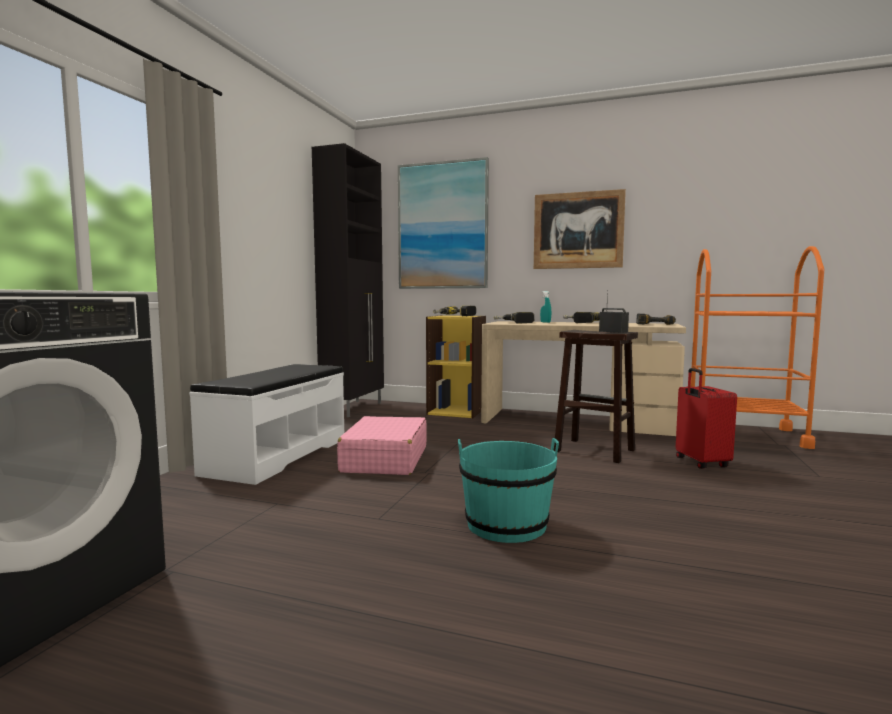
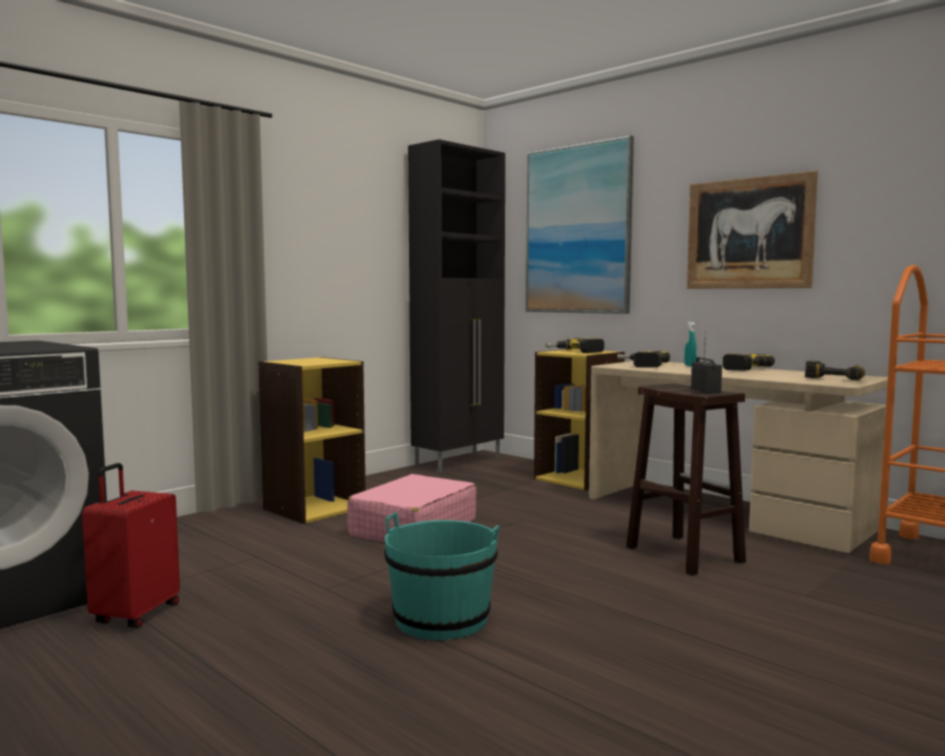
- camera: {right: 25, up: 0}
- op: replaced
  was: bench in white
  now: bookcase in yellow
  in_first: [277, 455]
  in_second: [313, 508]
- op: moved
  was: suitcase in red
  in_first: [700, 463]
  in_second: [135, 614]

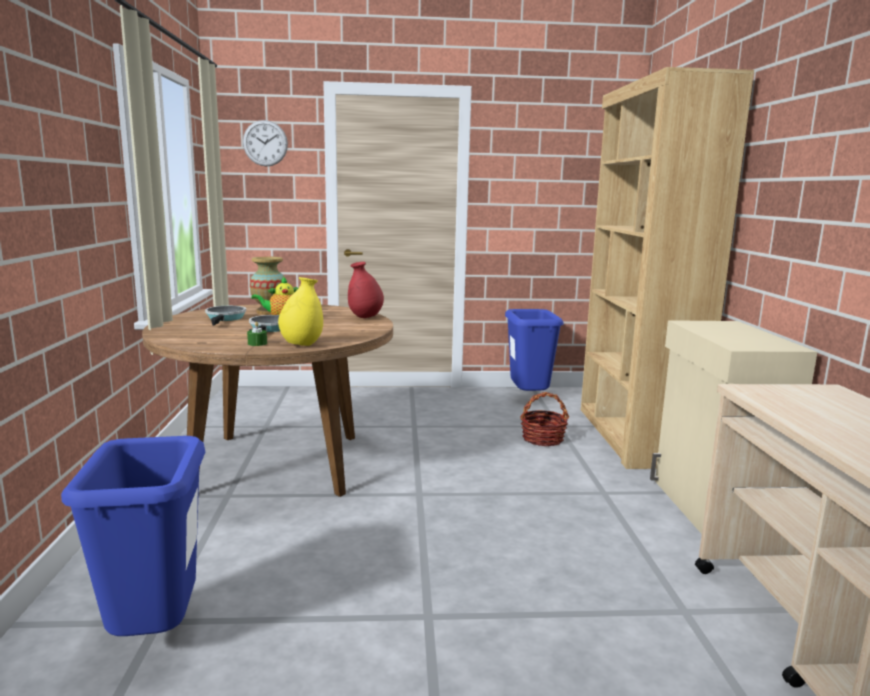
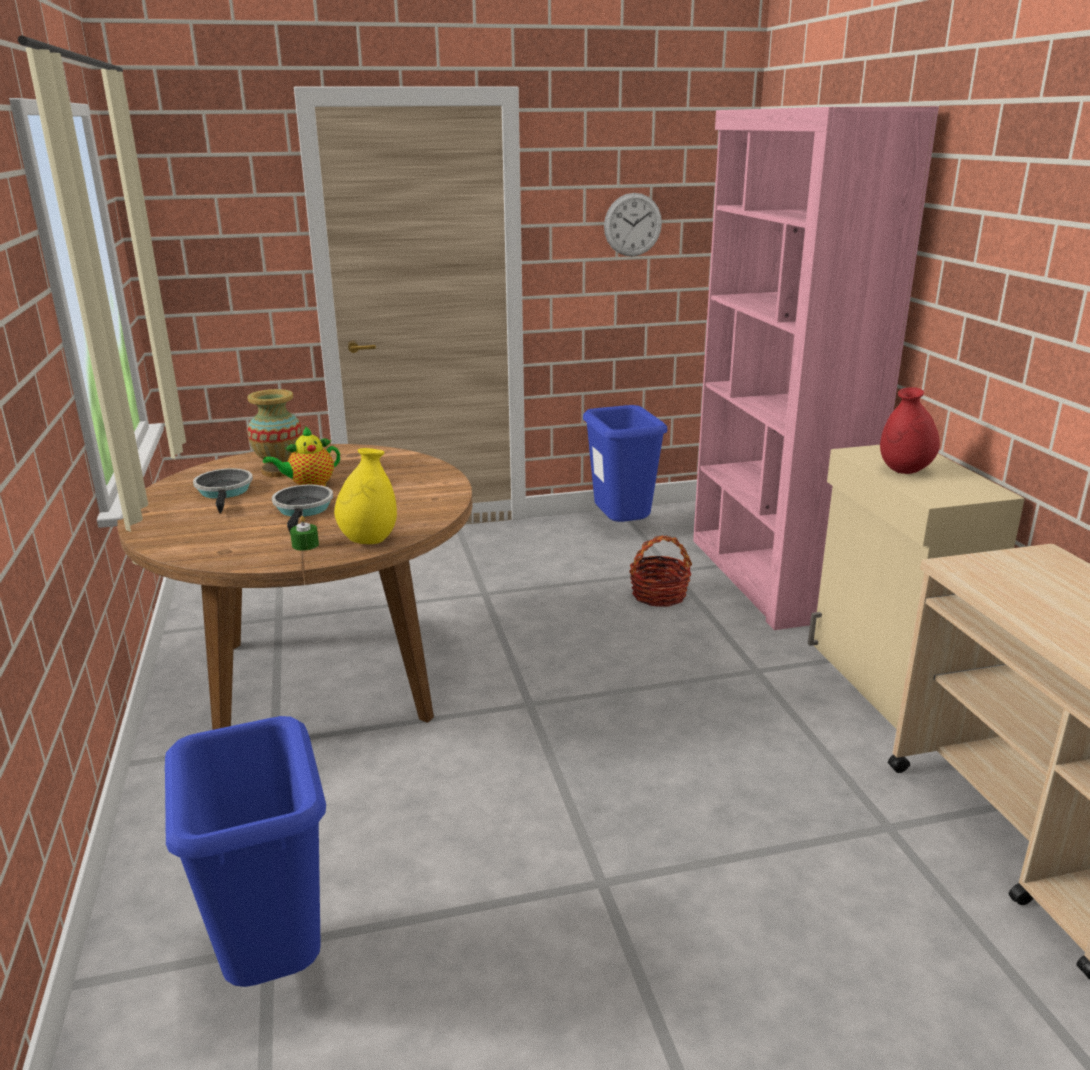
- camera: {right: -10, up: 10}
- op: moved
  was: wall clock
  in_first: [265, 143]
  in_second: [632, 224]
- op: moved
  was: vase in red
  in_first: [365, 317]
  in_second: [904, 471]
- op: recoloured
  was: bookcase in brown
  now: bookcase in pink
  in_first: [632, 436]
  in_second: [769, 577]

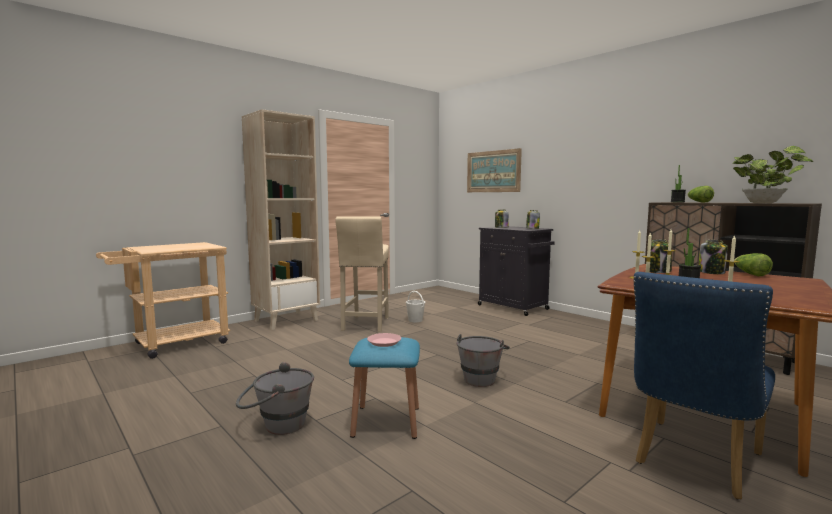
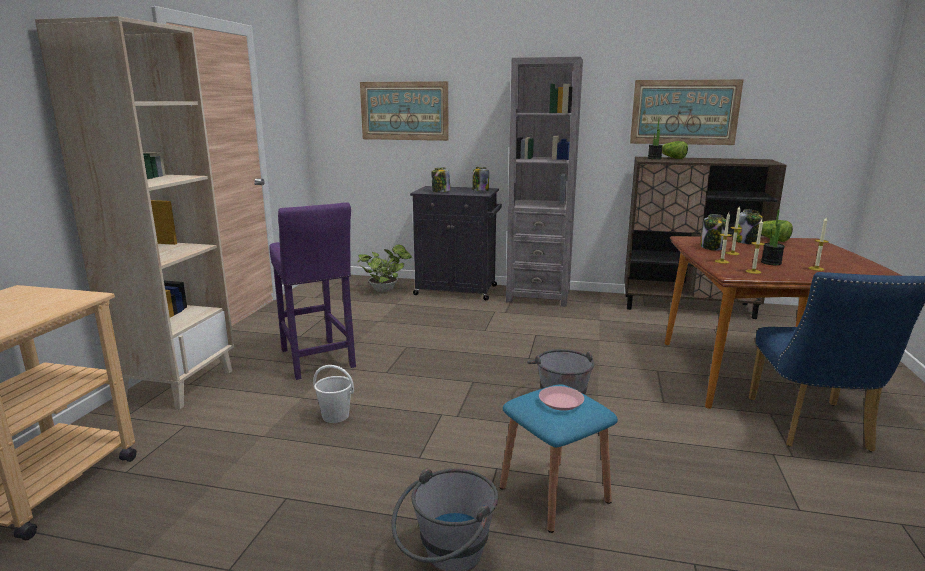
- camera: {right: -35, up: 10}
- op: recoloured
  was: stool in beige
  now: stool in purple
  in_first: [365, 325]
  in_second: [317, 361]
- op: moved
  was: bucket in white
  in_first: [415, 320]
  in_second: [336, 416]
- op: moved
  was: potted plant
  in_first: [766, 203]
  in_second: [385, 290]
- op: added
  now: bookcase in grey
  in_second: [538, 296]
- op: added
  now: picture
  in_second: [684, 112]

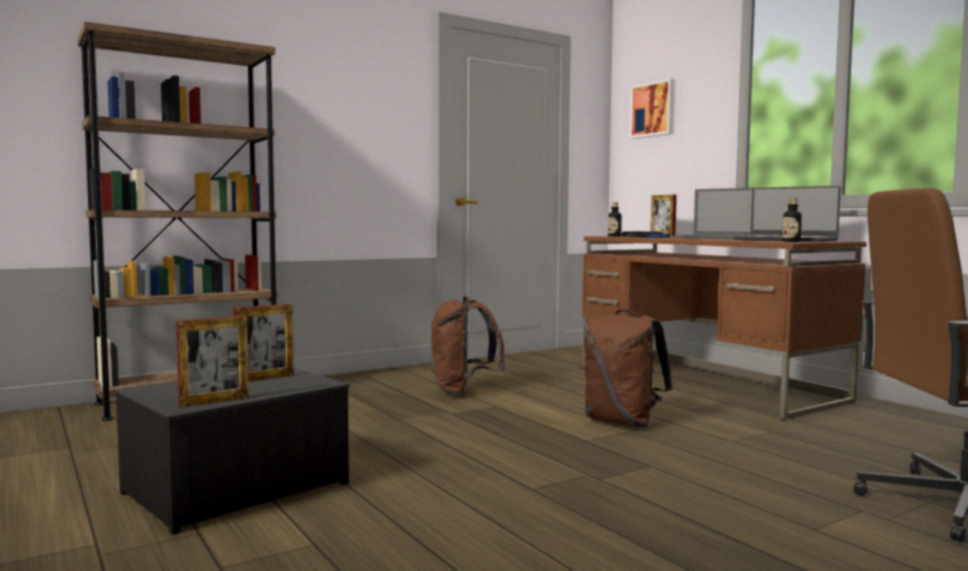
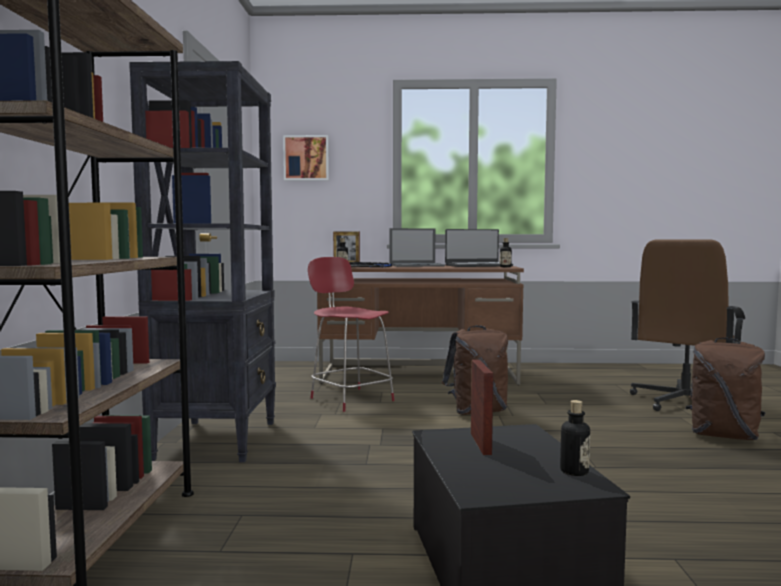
- camera: {right: -55, up: 0}
- op: replaced
  was: picture frame
  now: bottle
  in_first: [214, 401]
  in_second: [574, 471]
- op: moved
  was: backpack in brown
  in_first: [463, 392]
  in_second: [723, 435]
- op: added
  now: bookcase in black
  in_second: [217, 440]
- op: added
  now: chair in red
  in_second: [350, 399]

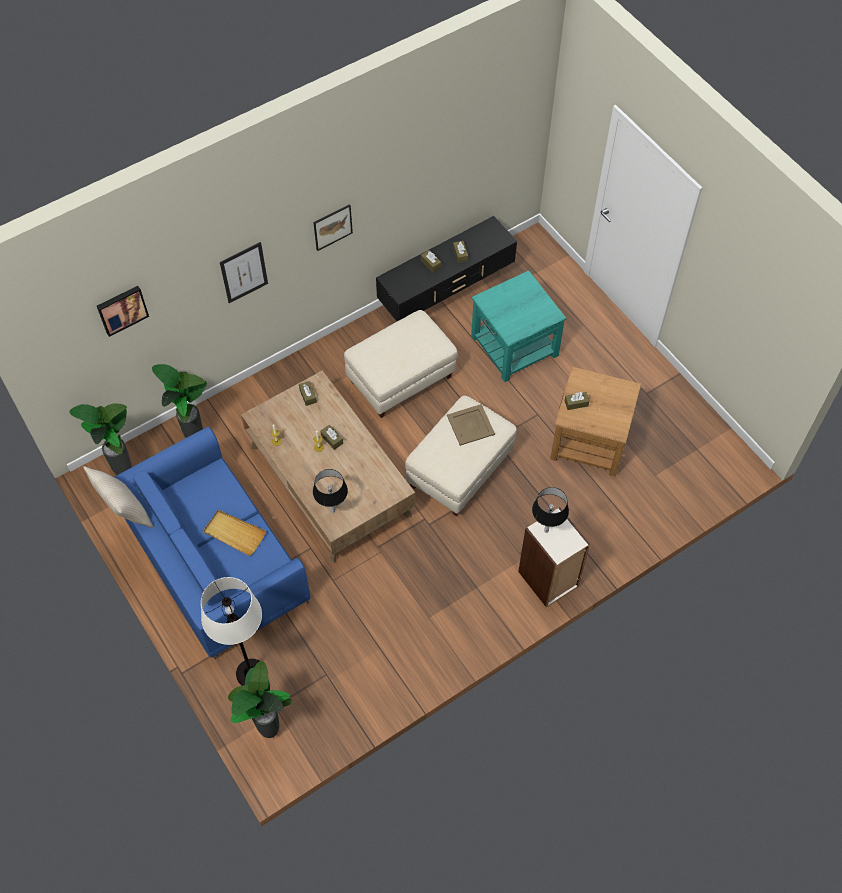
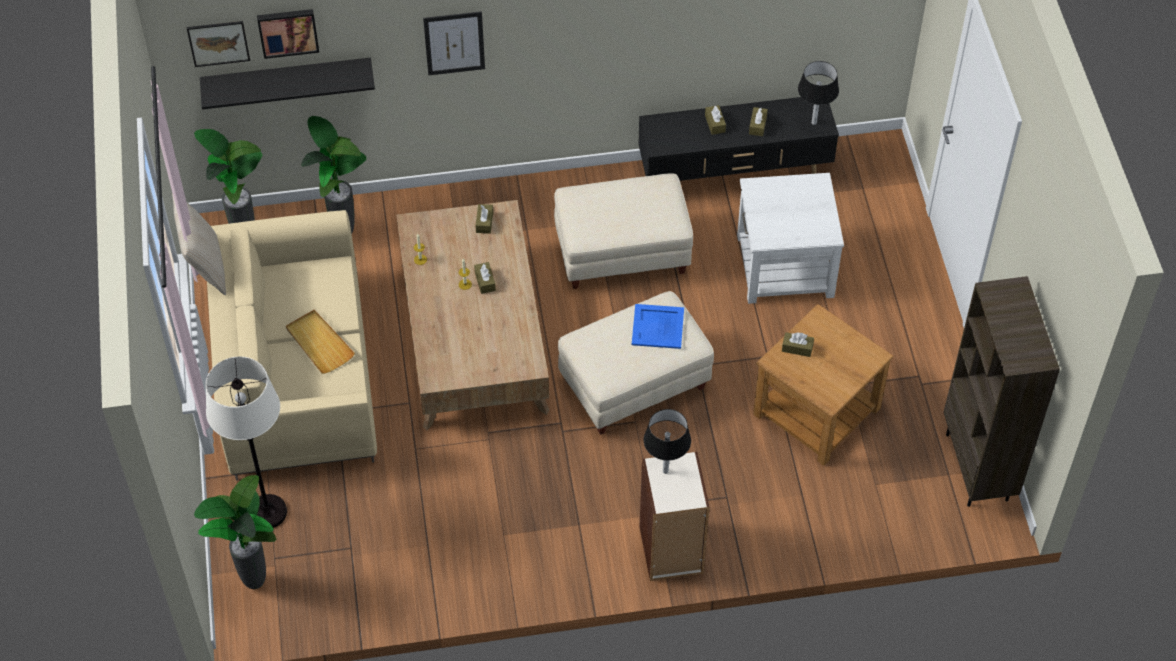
- camera: {right: 25, up: -5}
- op: recoloured
  was: sofa in blue
  now: sofa in beige
  in_first: [215, 560]
  in_second: [295, 373]
- op: moved
  was: picture
  in_first: [332, 227]
  in_second: [218, 43]
- op: moved
  was: table lamp in black
  in_first: [332, 511]
  in_second: [814, 123]
- op: recoloured
  was: tray in beige
  now: tray in blue
  in_first: [470, 424]
  in_second: [658, 326]
- op: recoloured
  was: side table in turquoise
  now: side table in white
  in_first: [514, 346]
  in_second: [784, 266]
- op: added
  now: shelf in black
  in_second: [287, 79]
- op: added
  now: bookcase in brown
  in_second: [978, 467]

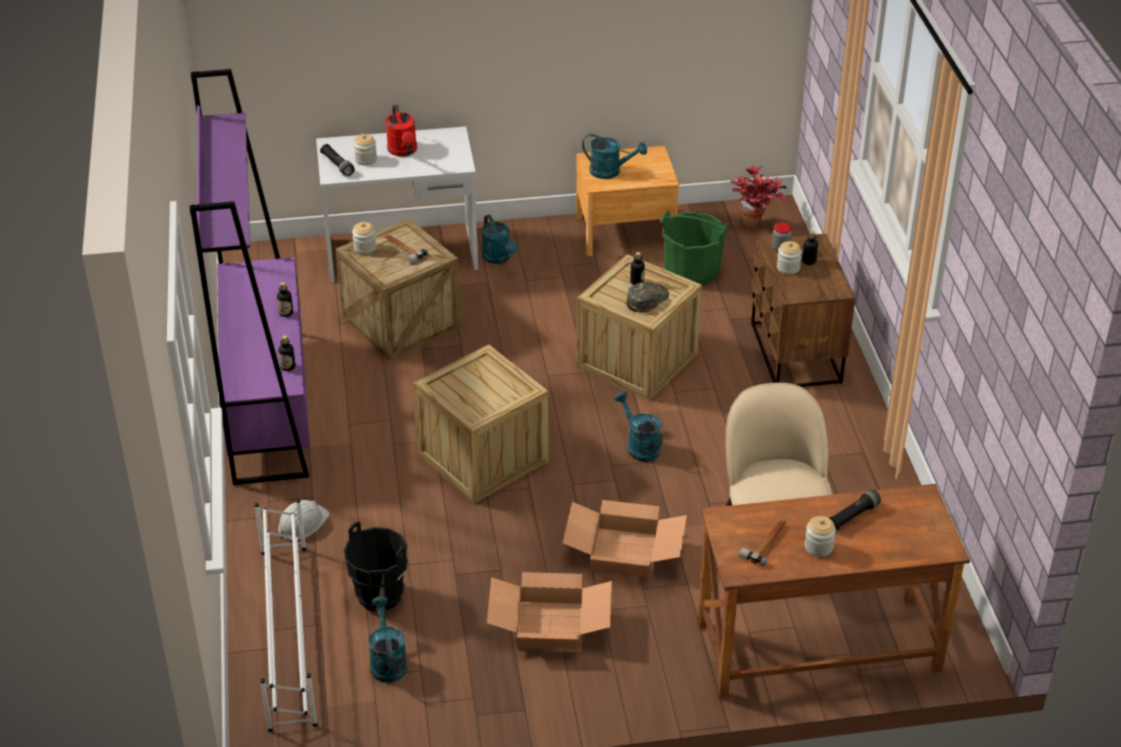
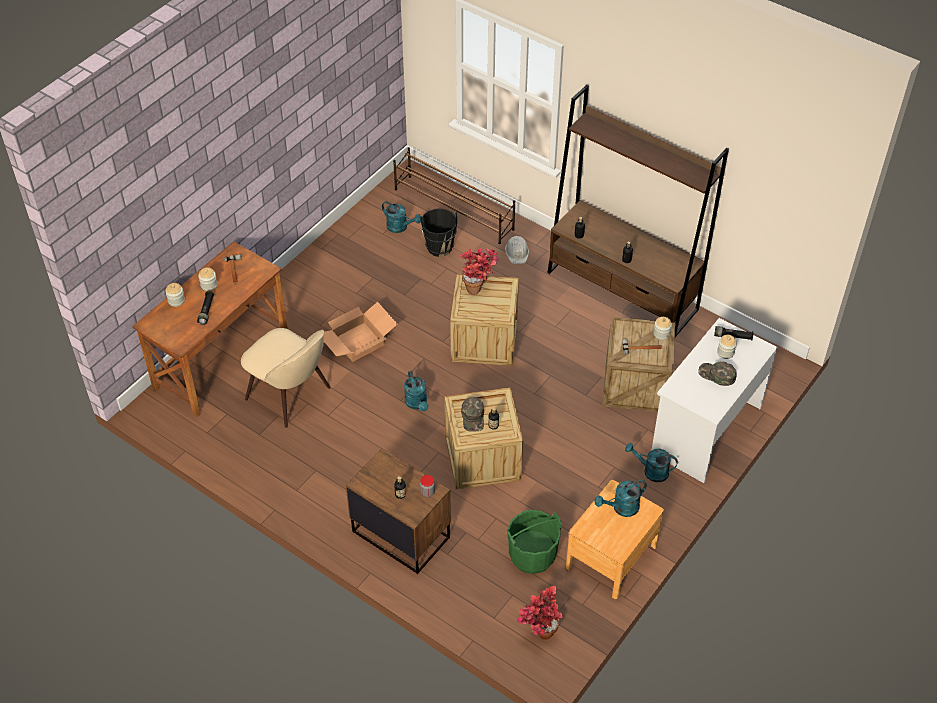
- camera: {right: 135, up: 10}
- op: recoloured
  was: bookcase in purple
  now: bookcase in brown
  in_first: [268, 404]
  in_second: [622, 291]
- op: recoloured
  was: shoe rack in white
  now: shoe rack in brown
  in_first: [288, 634]
  in_second: [454, 209]
- op: replaced
  was: watering can in red
  now: cap in green
  in_first: [403, 151]
  in_second: [717, 375]
- op: removed
  was: cardboard box
  in_first: [548, 626]
- op: turned
  was: watering can in turquoise
  in_first: [639, 446]
  in_second: [417, 404]
  clockwise: 60
- op: moved
  was: jar
  in_first: [788, 268]
  in_second: [176, 300]
- op: added
  now: potted plant
  in_second: [479, 289]

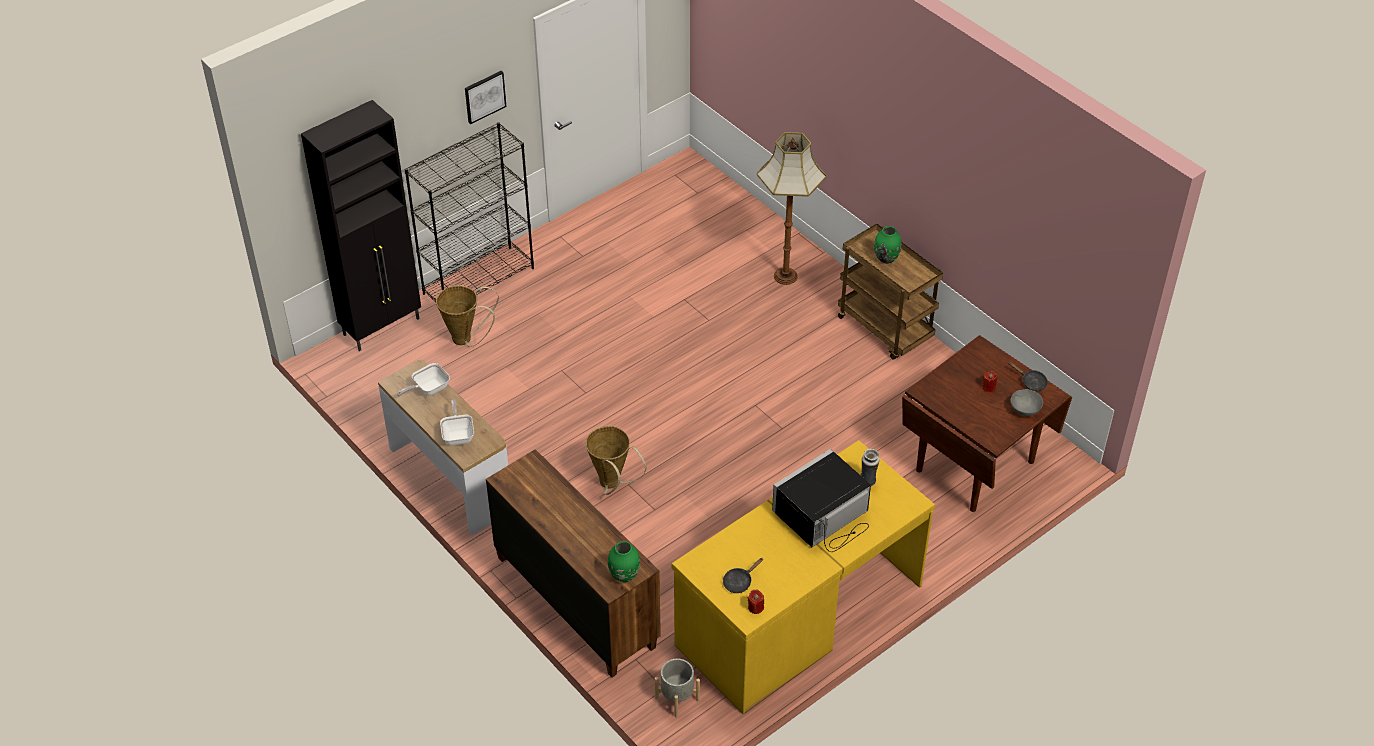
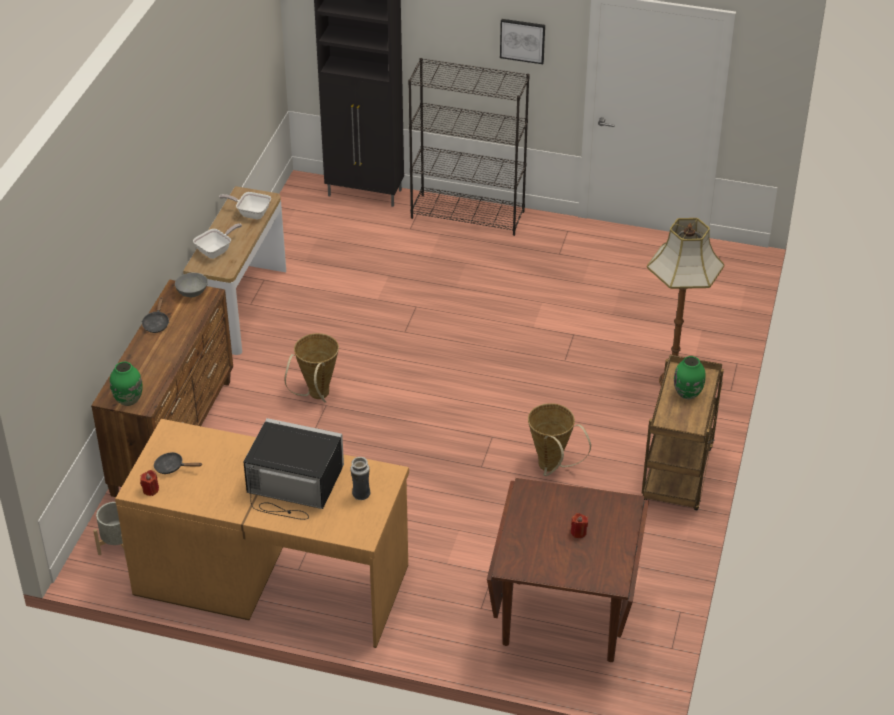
- camera: {right: 55, up: -5}
- op: moved
  was: basket
  in_first: [466, 339]
  in_second: [551, 468]
- op: recoloured
  was: desk in yellow
  now: desk in brown
  in_first: [798, 613]
  in_second: [272, 578]
- op: moved
  was: frying pan in black
  in_first: [1031, 382]
  in_second: [156, 323]
- op: moved
  was: bowl in grey
  in_first: [1025, 409]
  in_second: [192, 292]

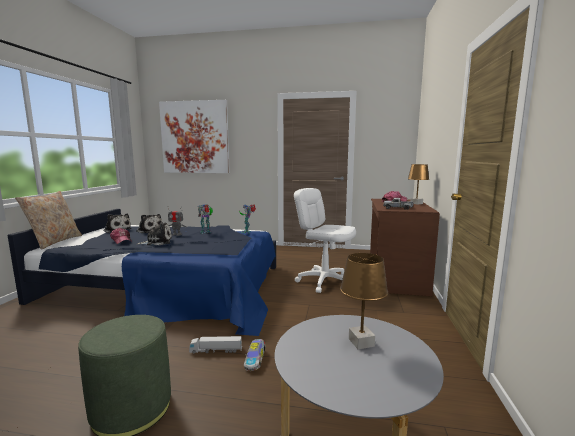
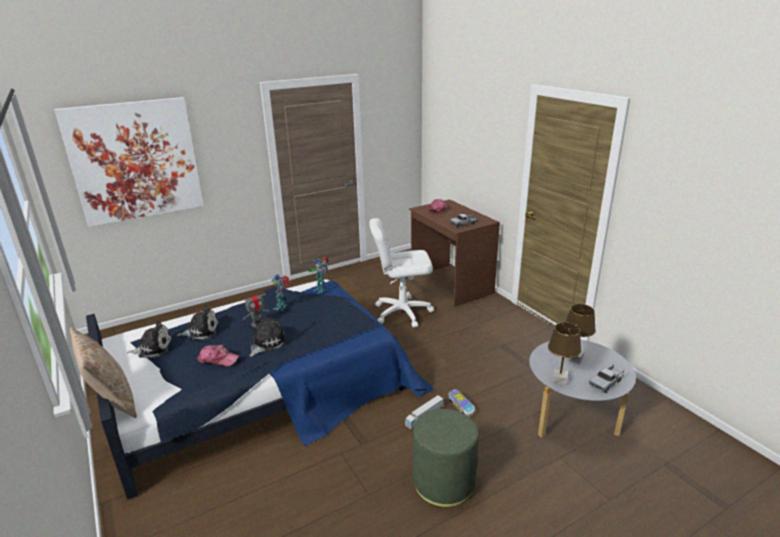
- camera: {right: -40, up: 15}
- op: moved
  was: table lamp in brown
  in_first: [416, 203]
  in_second: [560, 380]
- op: added
  now: toy truck
  in_second: [606, 382]

